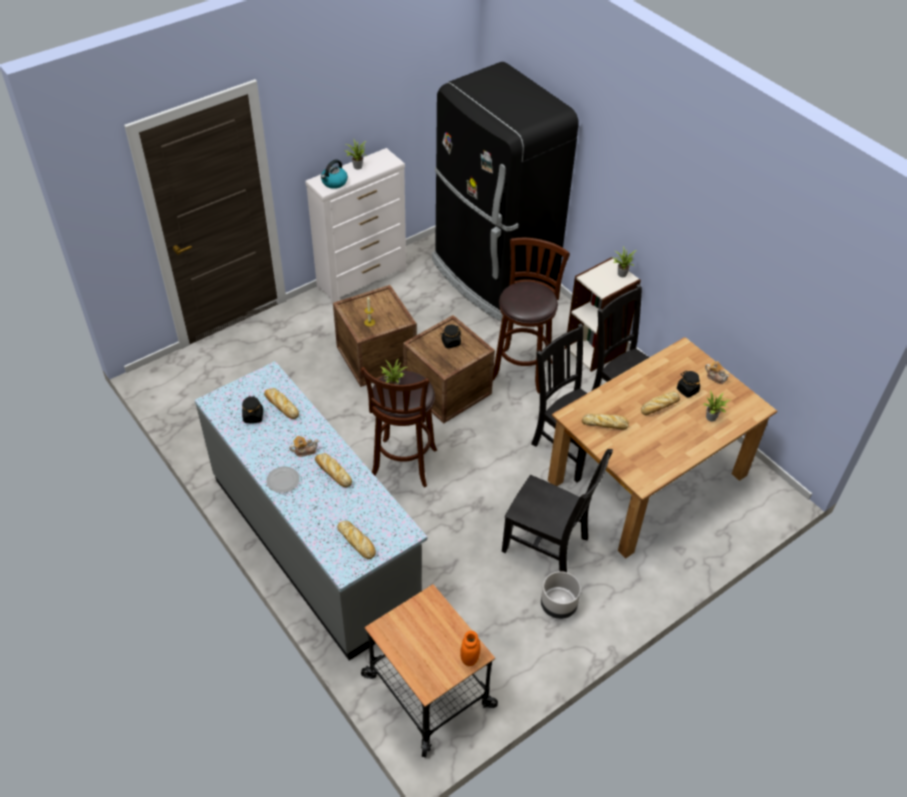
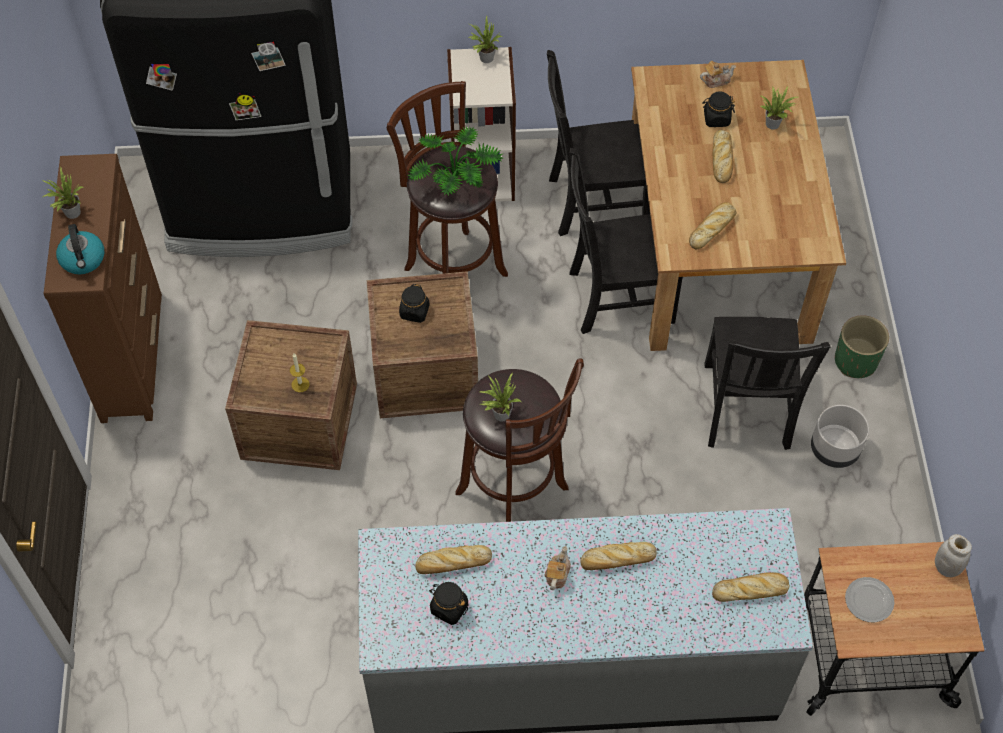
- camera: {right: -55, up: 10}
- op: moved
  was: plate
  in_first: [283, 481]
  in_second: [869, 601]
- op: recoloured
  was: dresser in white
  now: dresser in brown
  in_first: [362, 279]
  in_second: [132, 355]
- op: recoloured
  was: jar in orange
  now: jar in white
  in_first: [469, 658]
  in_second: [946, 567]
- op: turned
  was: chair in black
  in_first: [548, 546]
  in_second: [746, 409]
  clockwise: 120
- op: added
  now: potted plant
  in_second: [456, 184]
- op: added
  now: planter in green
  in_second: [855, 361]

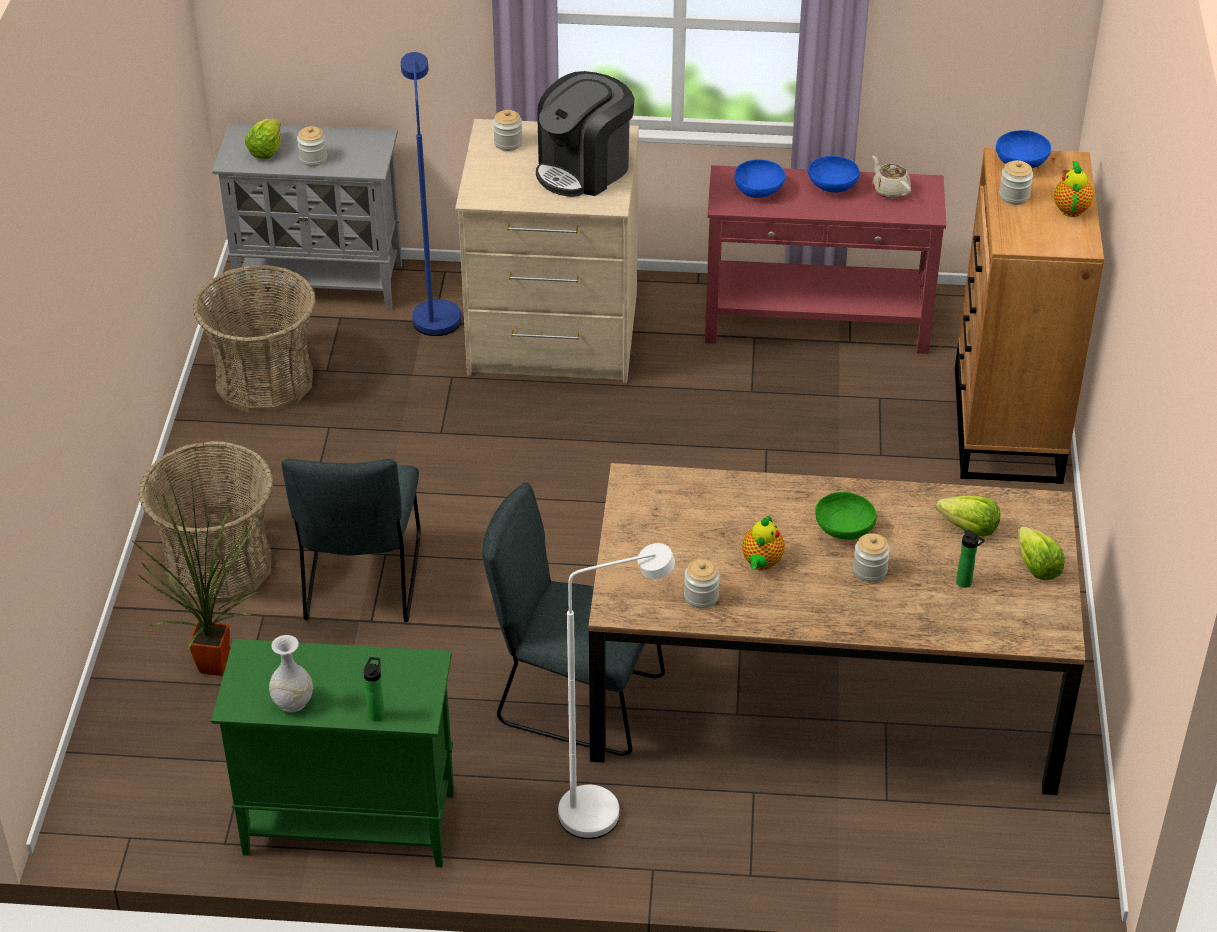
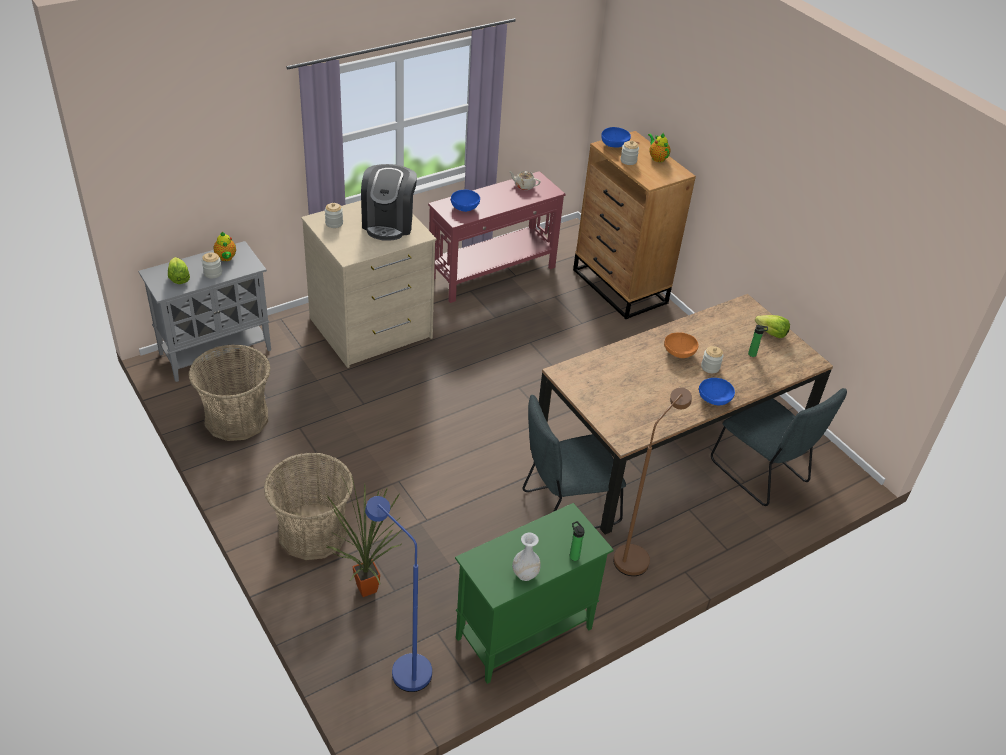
- camera: {right: -40, up: 0}
- op: moved
  was: chair in grey
  in_first: [361, 584]
  in_second: [762, 474]
- op: moved
  was: floor lamp in blue
  in_first: [434, 312]
  in_second: [403, 667]
- op: recoloured
  was: floor lamp in white
  now: floor lamp in brown
  in_first: [605, 809]
  in_second: [635, 554]
- op: removed
  was: jar
  in_first: [701, 596]
- op: moved
  was: teapot
  in_first: [761, 563]
  in_second: [226, 258]
- op: moved
  was: bowl in blue
  in_first: [832, 187]
  in_second: [714, 400]
- op: recoloured
  was: bowl in green
  now: bowl in orange
  in_first: [843, 530]
  in_second: [679, 353]
- op: removed
  was: lettuce
  in_first: [969, 528]

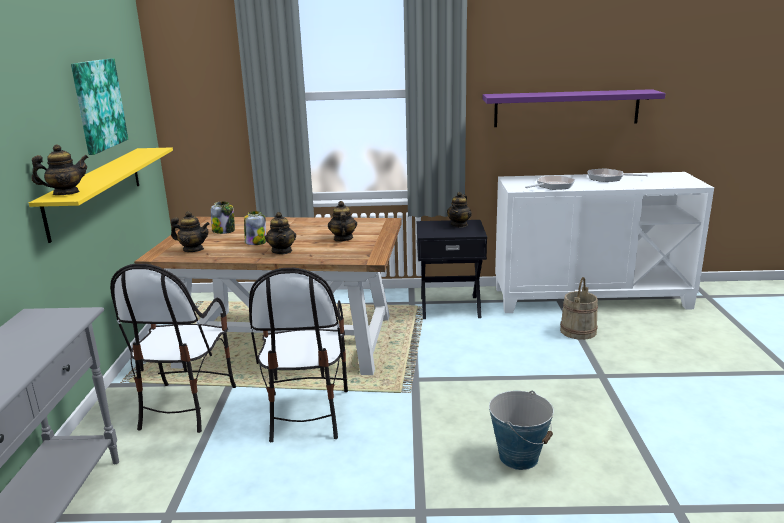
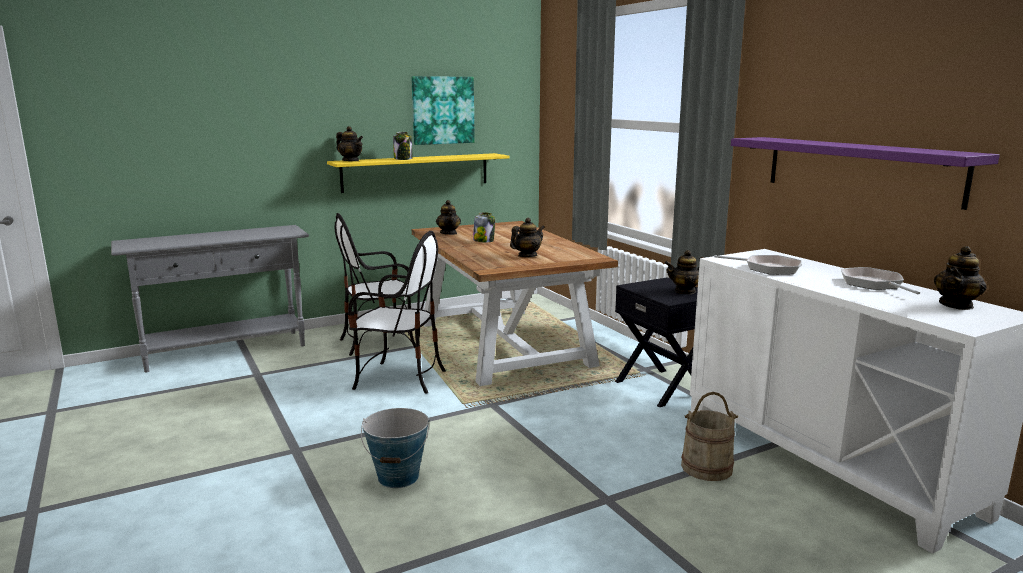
- camera: {right: 60, up: -5}
- op: moved
  was: jar
  in_first: [224, 231]
  in_second: [403, 159]
- op: turned
  was: chair
  in_first: [306, 414]
  in_second: [399, 379]
  clockwise: -135
- op: moved
  was: teapot
  in_first: [282, 251]
  in_second: [956, 305]

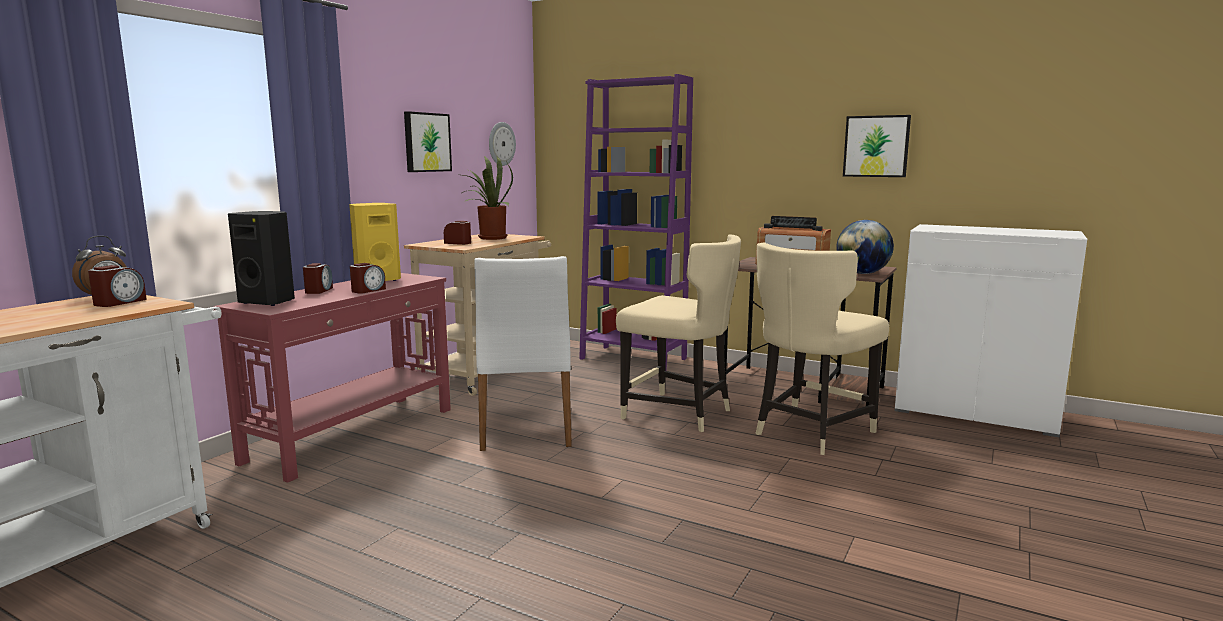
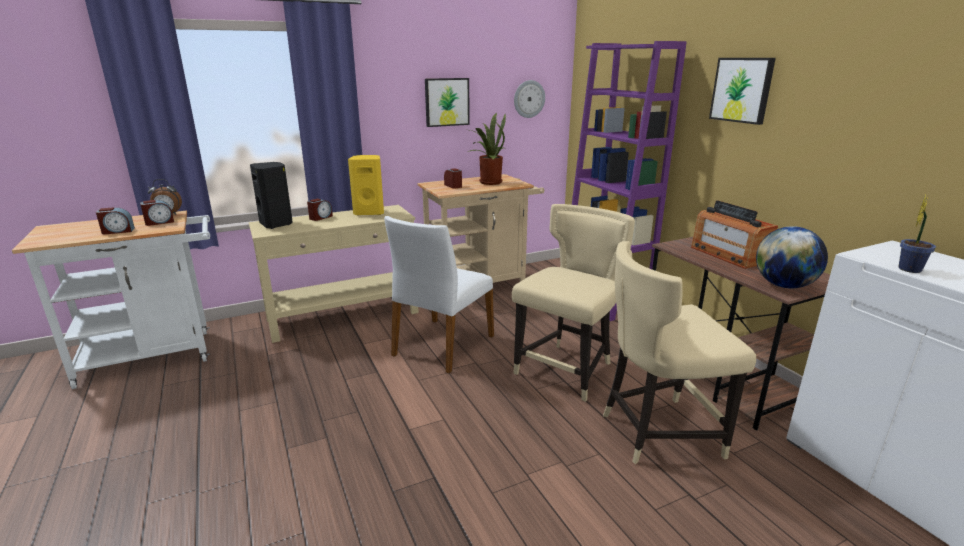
- camera: {right: 35, up: 10}
- op: recoloured
  was: console table in red
  now: console table in beige
  in_first: [354, 434]
  in_second: [344, 316]
- op: moved
  was: alarm clock
  in_first: [368, 290]
  in_second: [118, 231]
- op: turned
  was: chair in beige
  in_first: [679, 413]
  in_second: [567, 369]
  clockwise: -120
- op: moved
  was: picture
  in_first: [876, 146]
  in_second: [742, 90]
- op: added
  now: potted plant
  in_second: [909, 269]

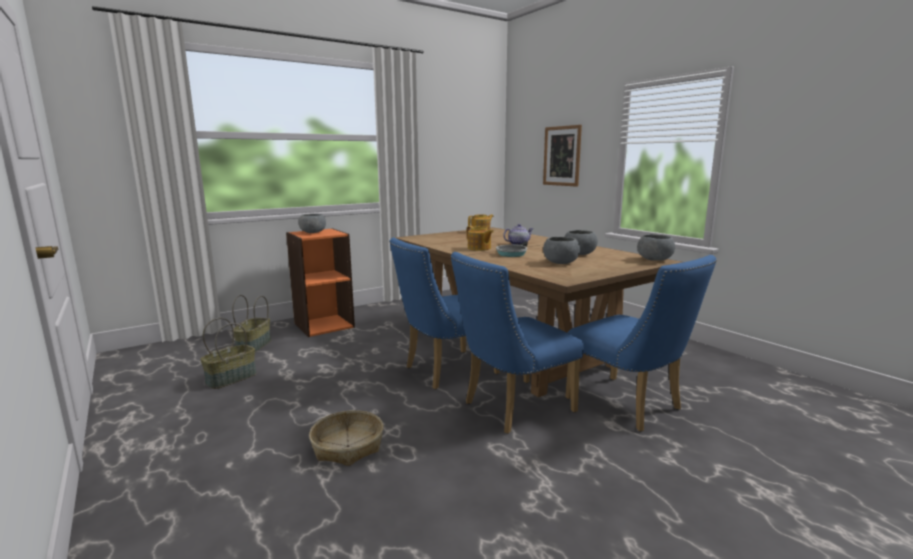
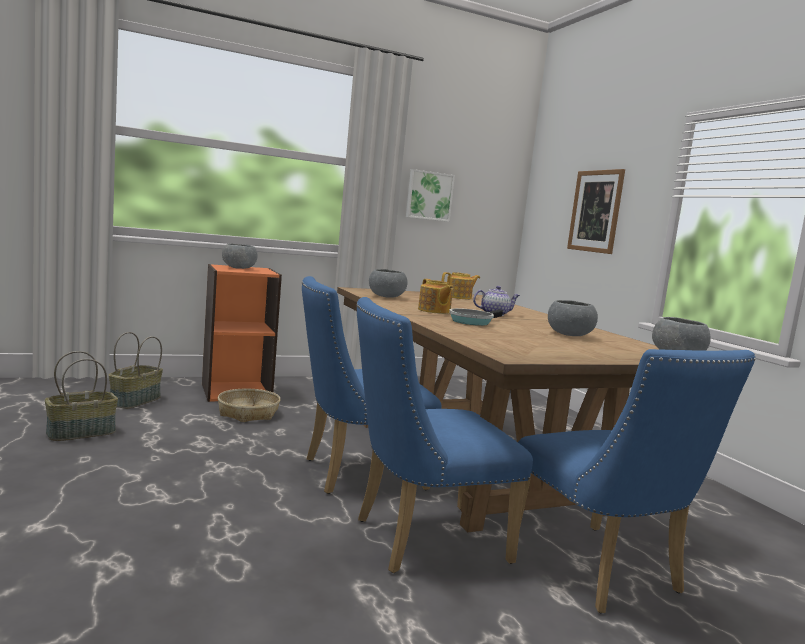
- camera: {right: 10, up: -5}
- op: moved
  was: basket
  in_first: [347, 446]
  in_second: [248, 413]
- op: moved
  was: bowl in grey
  in_first: [560, 263]
  in_second: [386, 296]
- op: added
  now: picture
  in_second: [429, 195]

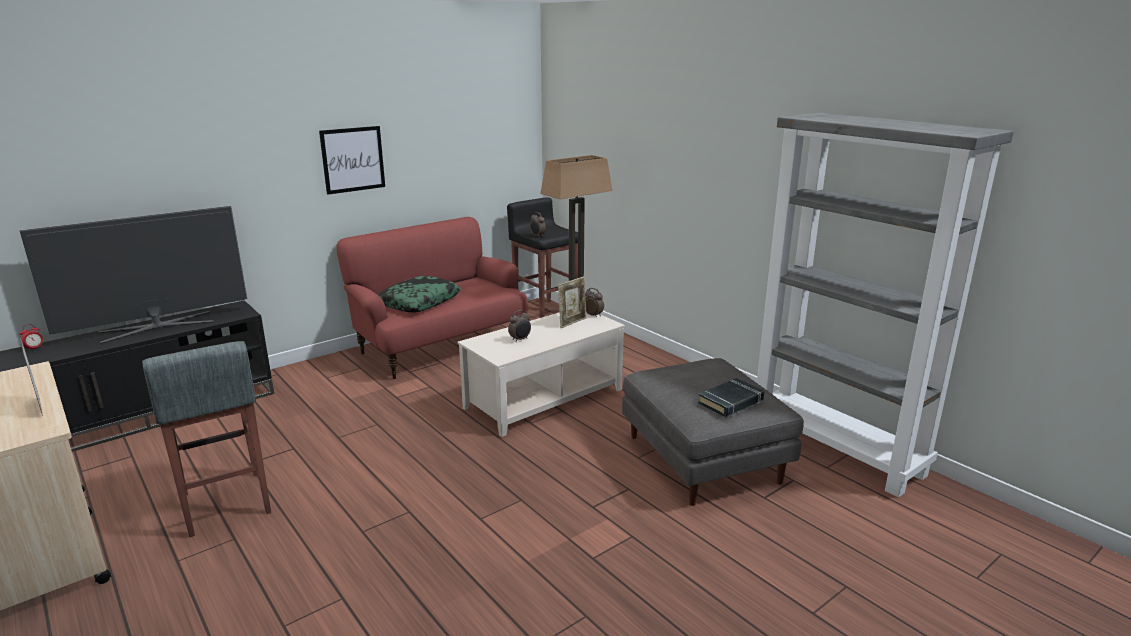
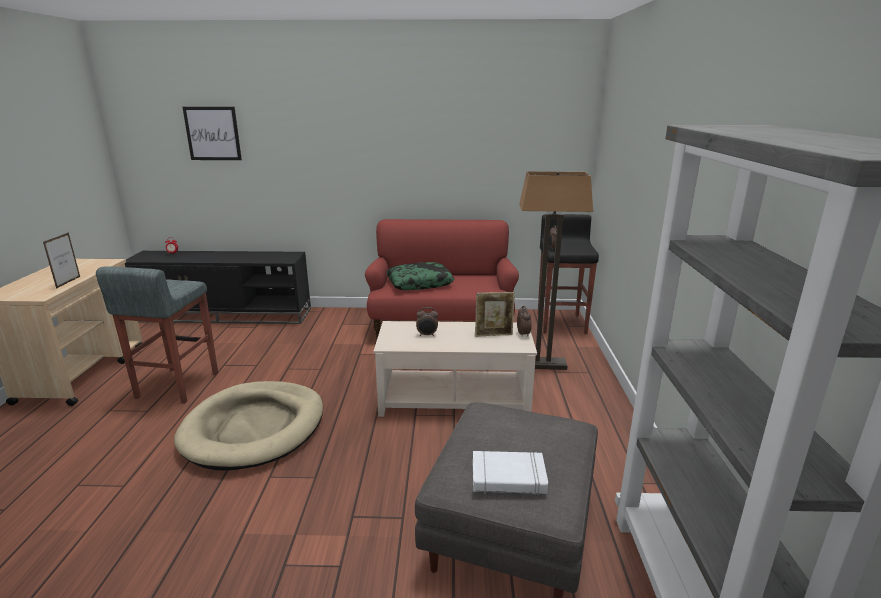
- camera: {right: 40, up: 0}
- op: removed
  was: television
  in_first: [157, 326]
- op: moved
  was: picture
  in_first: [353, 159]
  in_second: [212, 133]
- op: recoloured
  was: book in black
  now: book in white
  in_first: [731, 402]
  in_second: [508, 478]
- op: added
  now: dog bed in beige
  in_second: [254, 428]

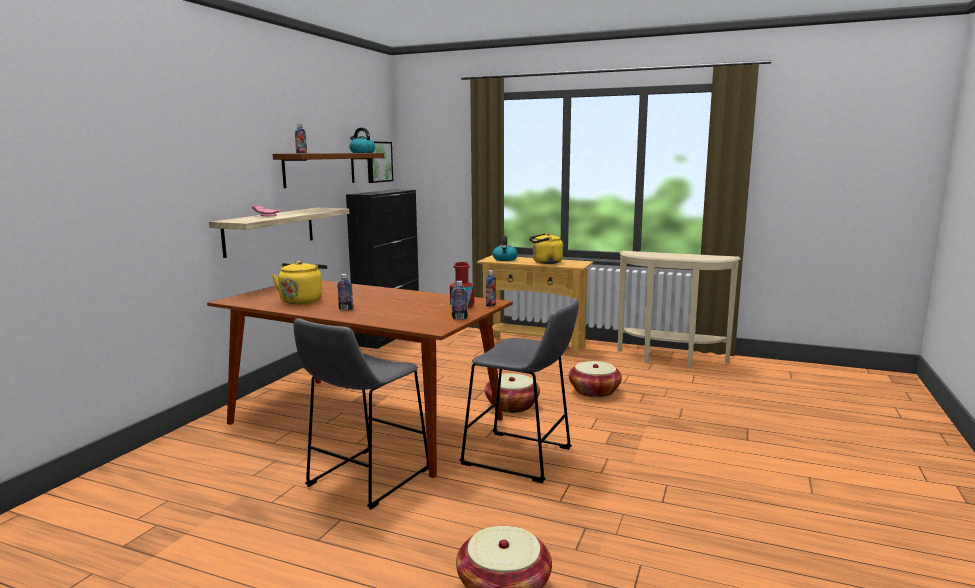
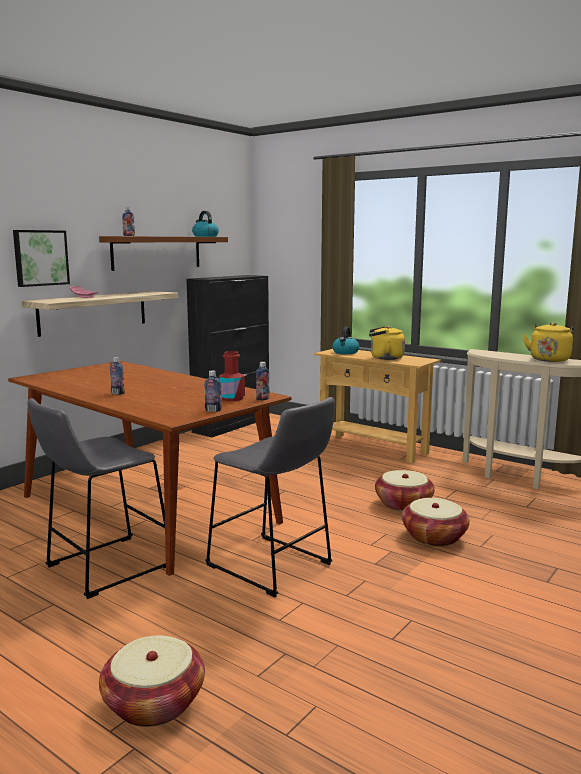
- camera: {right: 15, up: 0}
- op: moved
  was: kettle in yellow
  in_first: [302, 300]
  in_second: [549, 359]
- op: moved
  was: picture
  in_first: [378, 162]
  in_second: [40, 258]
- op: moved
  was: basket
  in_first: [512, 406]
  in_second: [434, 537]

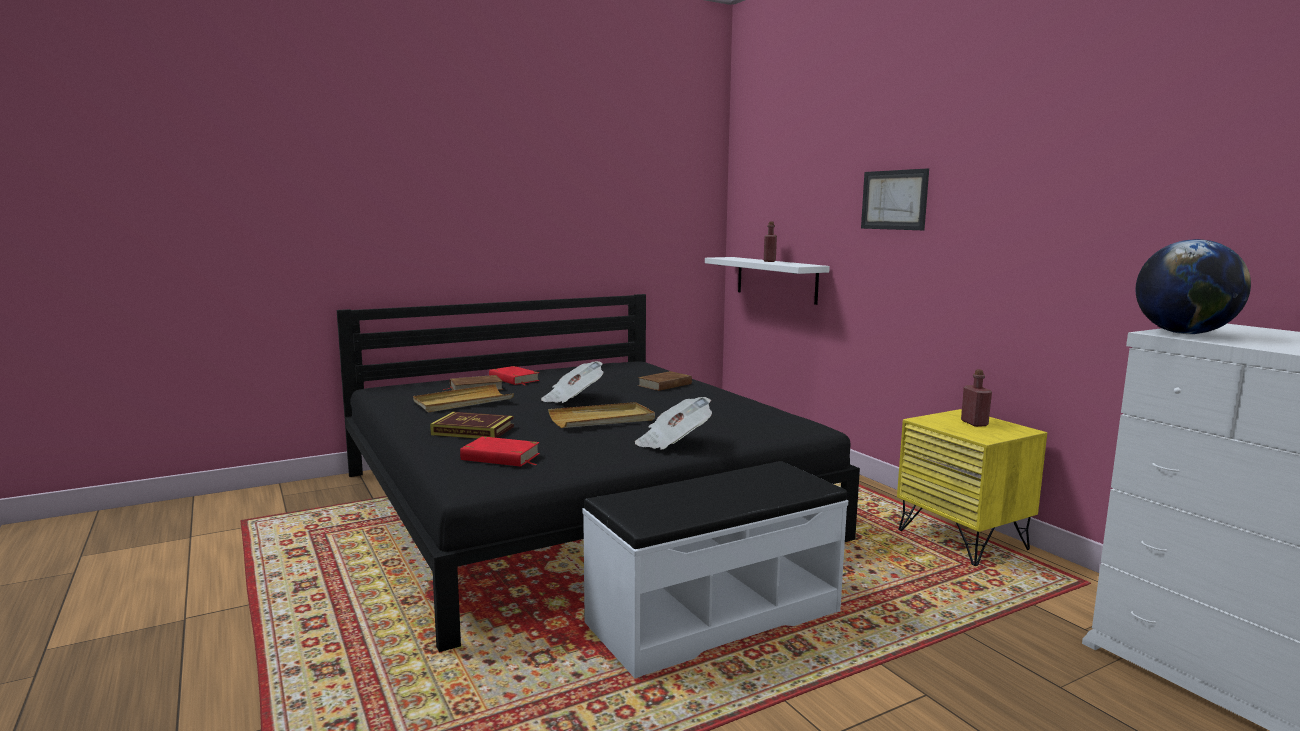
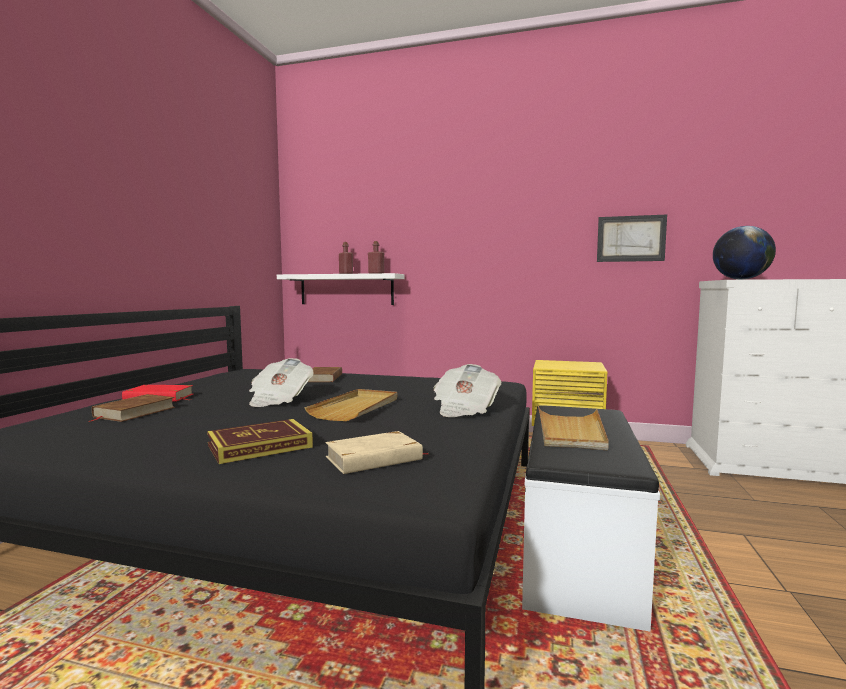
- camera: {right: -45, up: -5}
- op: moved
  was: tray in beige
  in_first: [463, 402]
  in_second: [570, 431]
- op: recoloured
  was: book in red
  now: book in beige
  in_first: [500, 457]
  in_second: [374, 458]
- op: moved
  was: picture
  in_first: [894, 200]
  in_second: [631, 238]
- op: moved
  was: bottle in red
  in_first: [974, 423]
  in_second: [376, 273]

